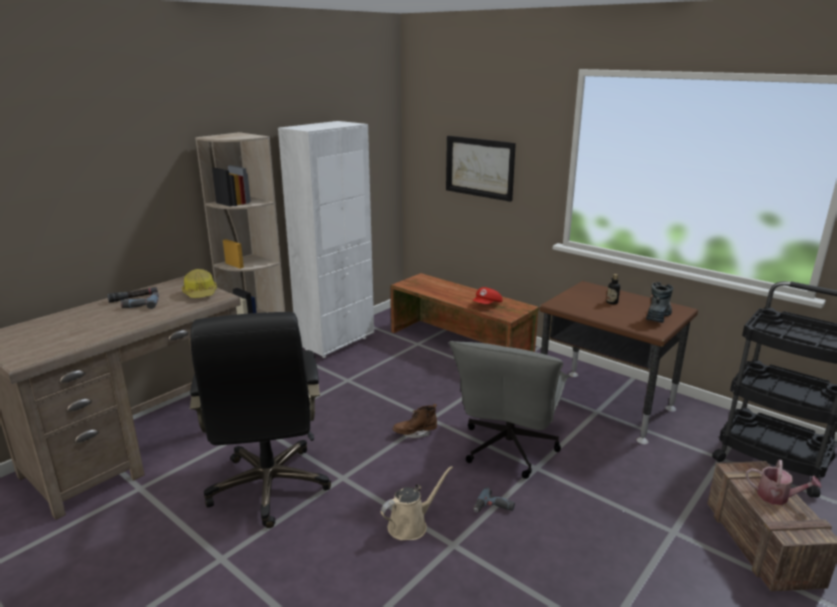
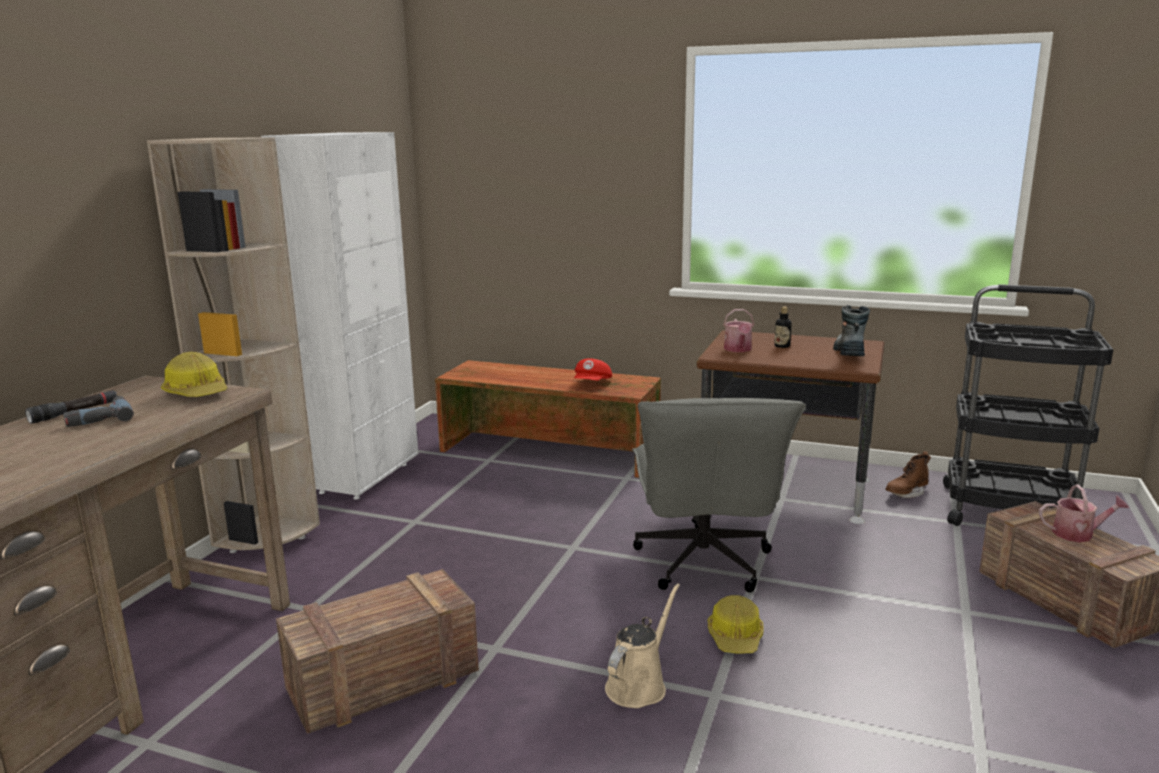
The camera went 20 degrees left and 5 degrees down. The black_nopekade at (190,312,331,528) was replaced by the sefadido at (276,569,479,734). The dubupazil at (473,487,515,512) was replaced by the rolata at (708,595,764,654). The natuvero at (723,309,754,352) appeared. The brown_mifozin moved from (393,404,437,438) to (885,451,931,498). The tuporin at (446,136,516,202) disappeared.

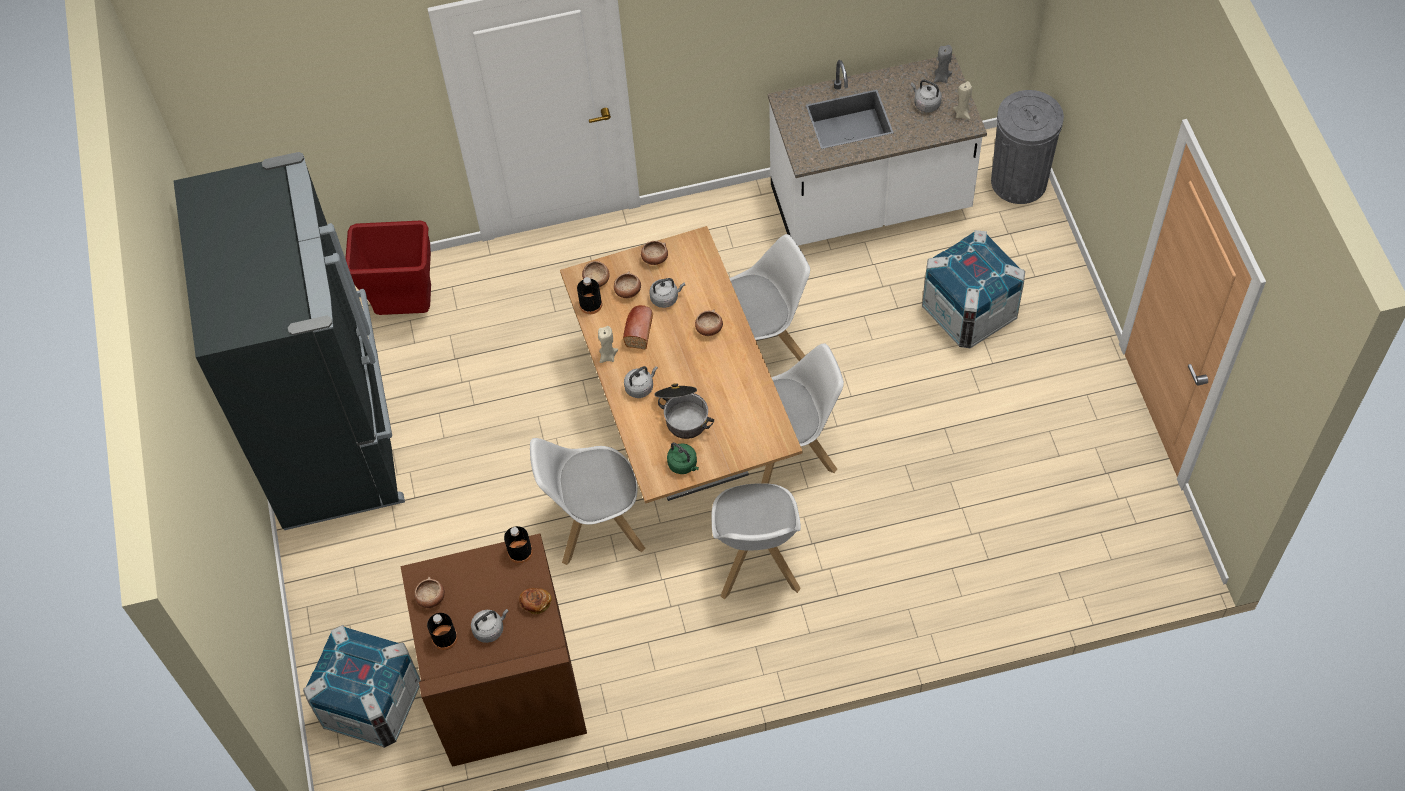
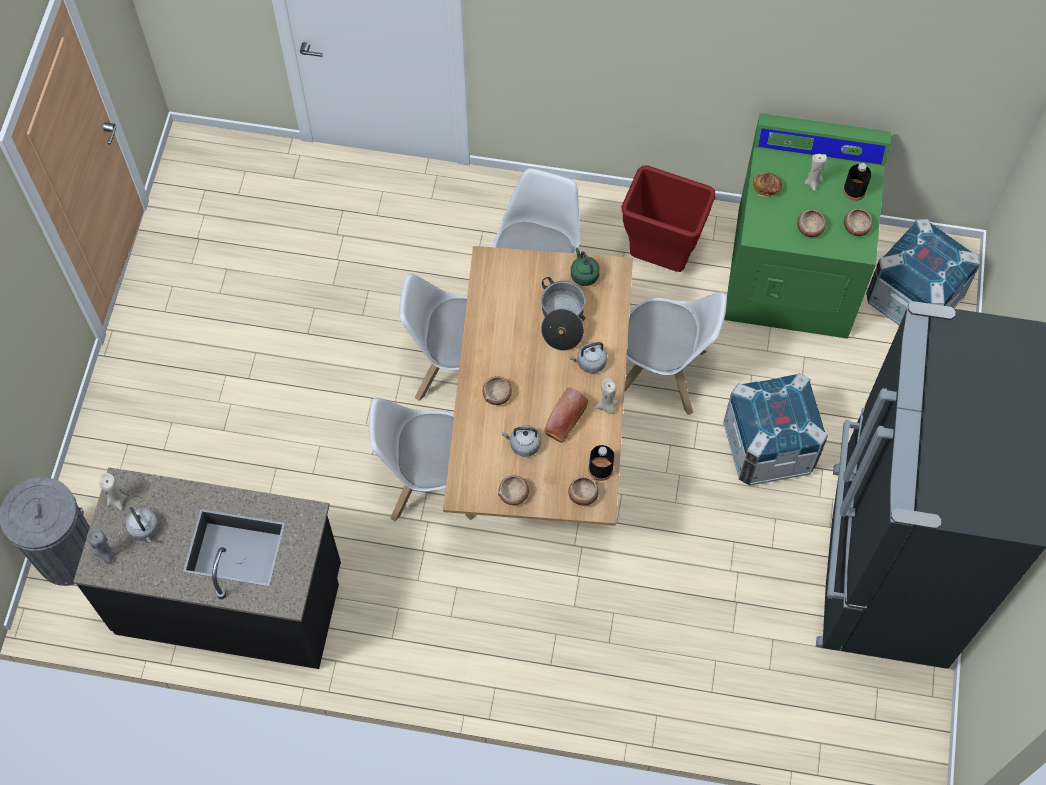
The camera went 160 degrees left and 5 degrees up. The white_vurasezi at (768,54,987,246) became the black_vurasezi at (73,467,341,669). The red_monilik moved from (345,220,431,315) to (622,165,716,272). The sefadido moved from (922,230,1025,348) to (723,373,828,486). The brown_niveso at (400,533,587,767) became the green_niveso at (724,113,891,339). The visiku moved from (614,271,641,298) to (797,210,826,237). The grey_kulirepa at (471,609,509,643) was replaced by the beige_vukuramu at (804,154,827,192). The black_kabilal at (504,526,533,563) disappeared.

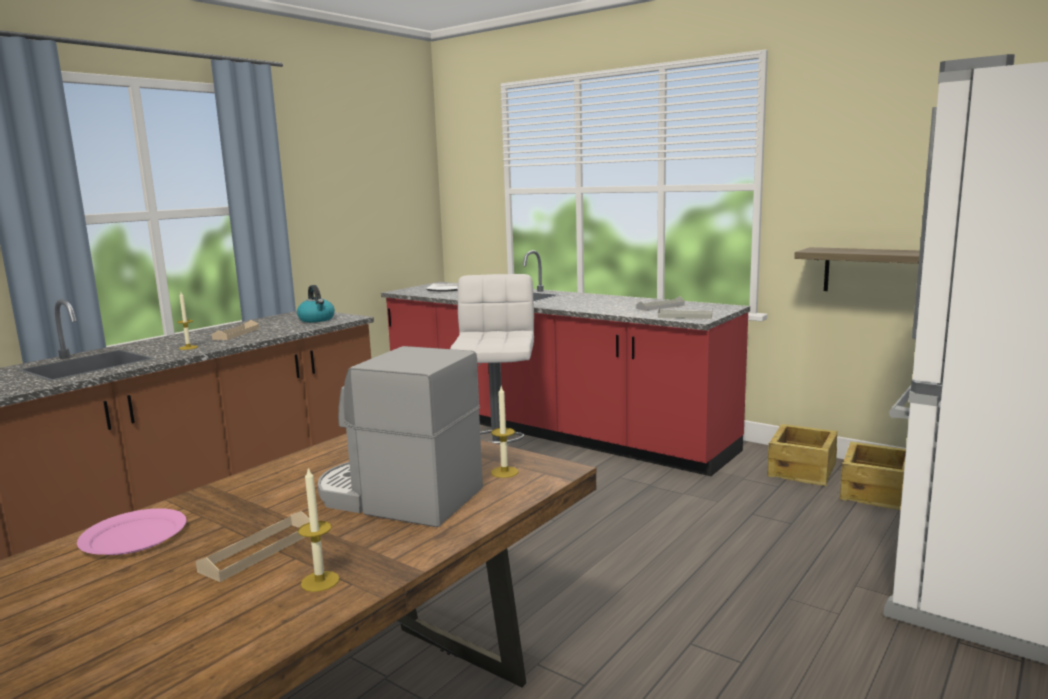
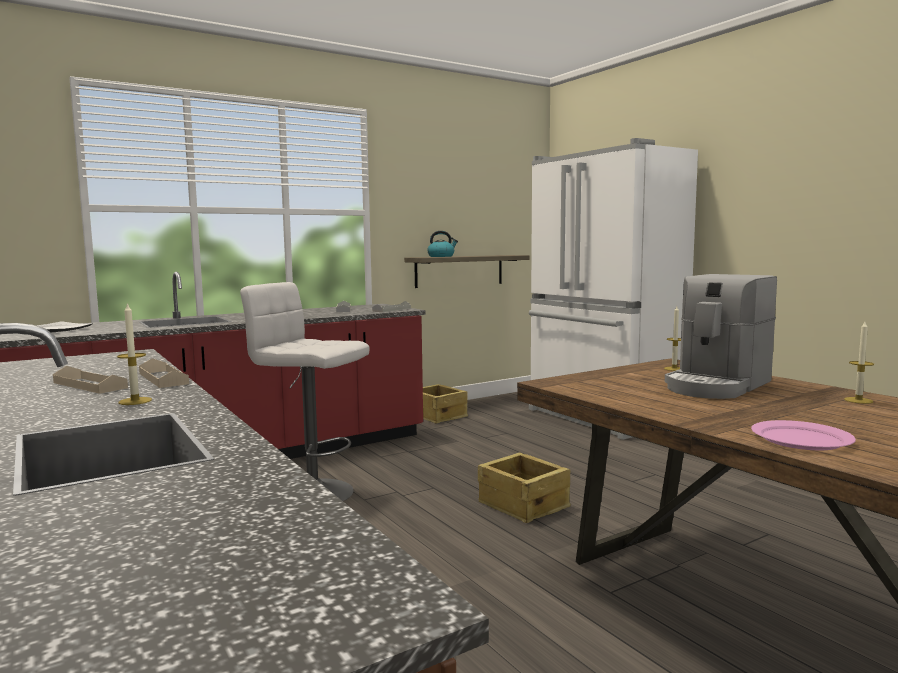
The camera went 70 degrees left and 5 degrees down. The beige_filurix moved from (196,511,310,582) to (139,358,189,388). The kulirepa moved from (297,285,335,322) to (427,231,458,257). The sefadido moved from (840,442,906,510) to (478,453,571,523).

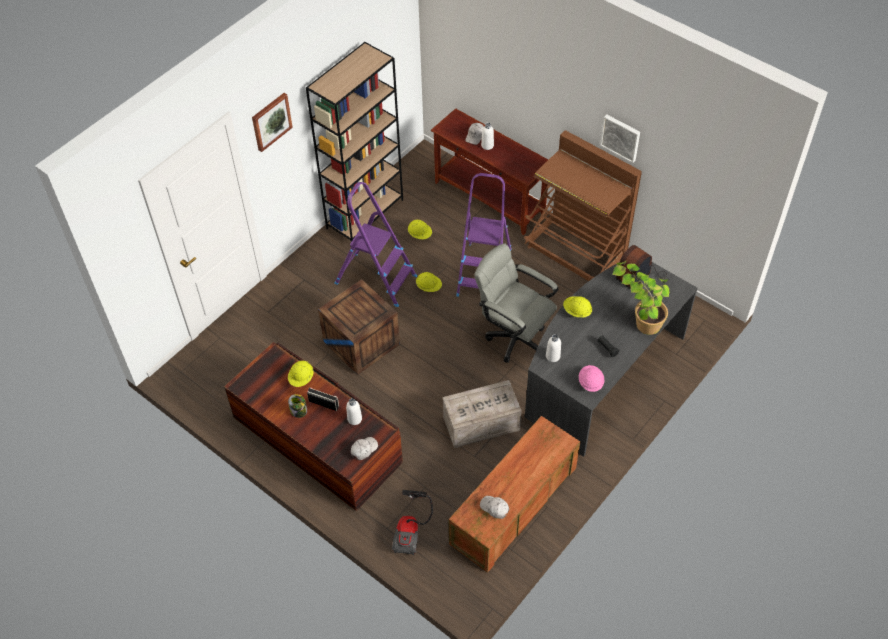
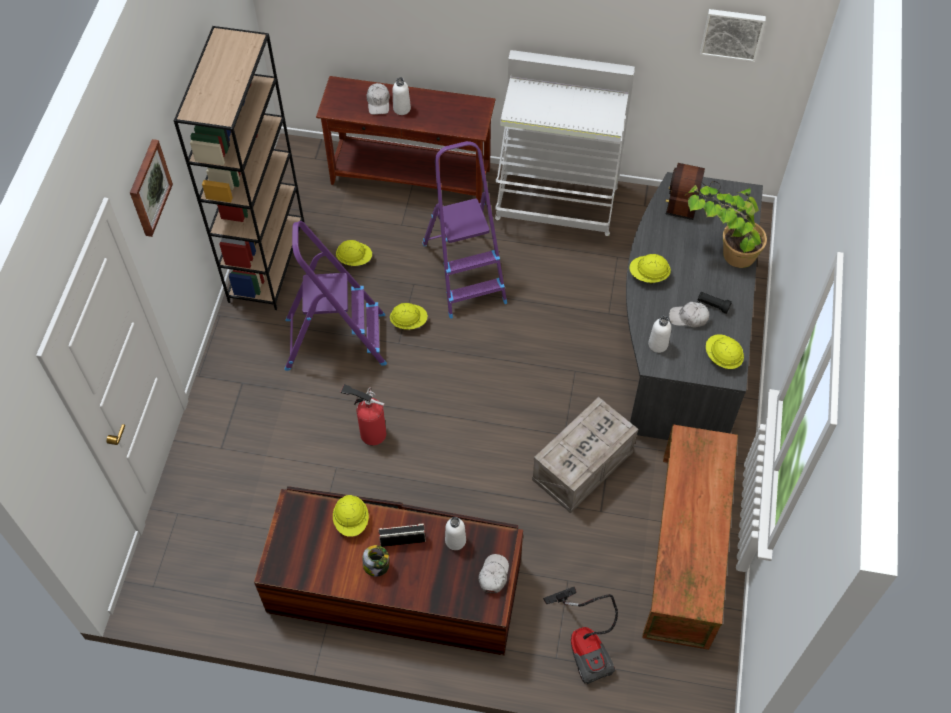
The camera went 30 degrees left and 5 degrees up. The sefadido at (318,279,400,375) was replaced by the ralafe at (341,384,387,445). The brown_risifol at (524,130,642,281) became the white_risifol at (495,50,635,236). The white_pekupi moved from (480,496,509,519) to (669,302,709,328). The tuporin moved from (600,115,640,163) to (700,9,766,62). The pink_rolata at (579,365,604,392) became the yellow_rolata at (706,334,744,369). The grey_nopekade at (474,243,558,363) disappeared.

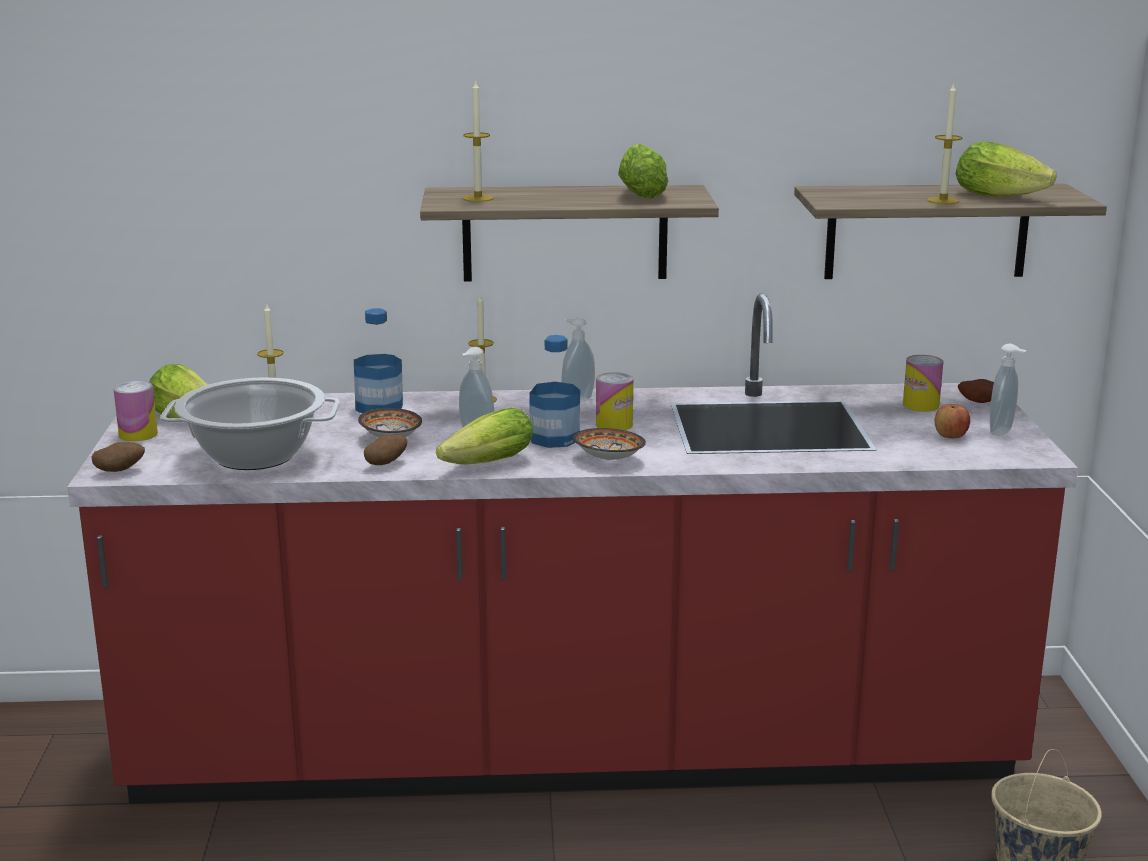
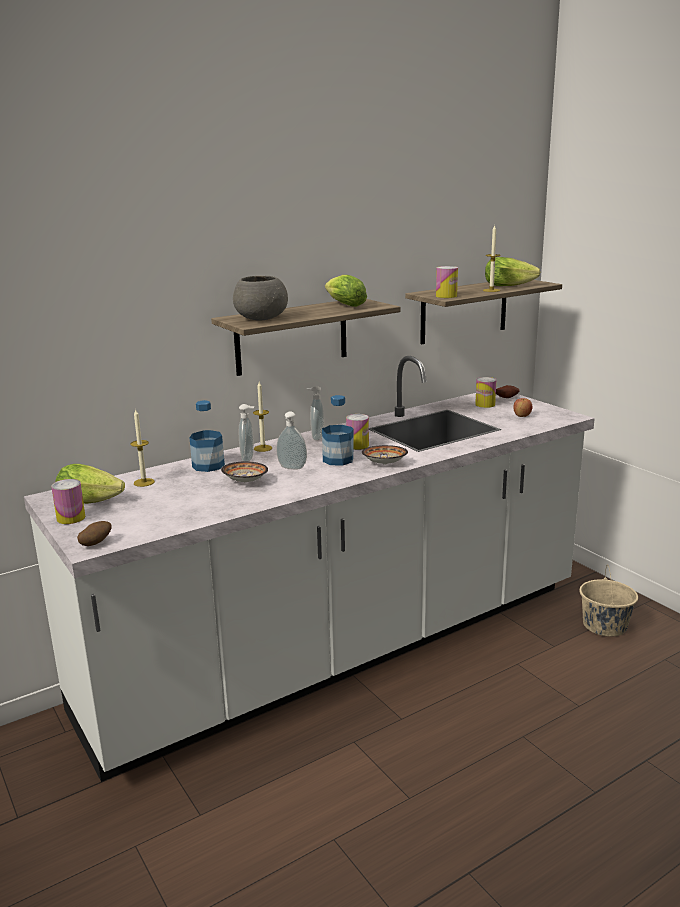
The camera went 30 degrees left and 0 degrees up. The red_vurasezi at (67,294,1078,803) became the white_vurasezi at (24,356,595,782). The vukuramu at (463,79,494,202) was replaced by the grey_visiku at (233,276,288,321). The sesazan moved from (990,344,1027,436) to (238,404,254,462). The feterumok at (436,266,458,298) appeared. The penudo at (160,377,340,470) disappeared. The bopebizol at (364,434,407,465) disappeared. The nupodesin at (436,407,533,465) disappeared.

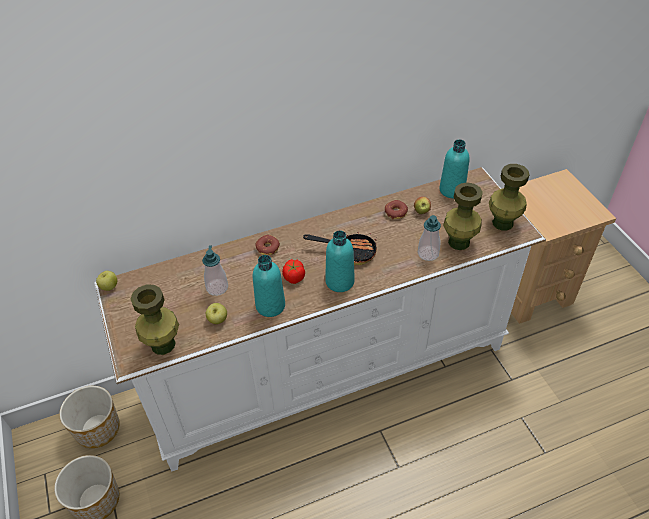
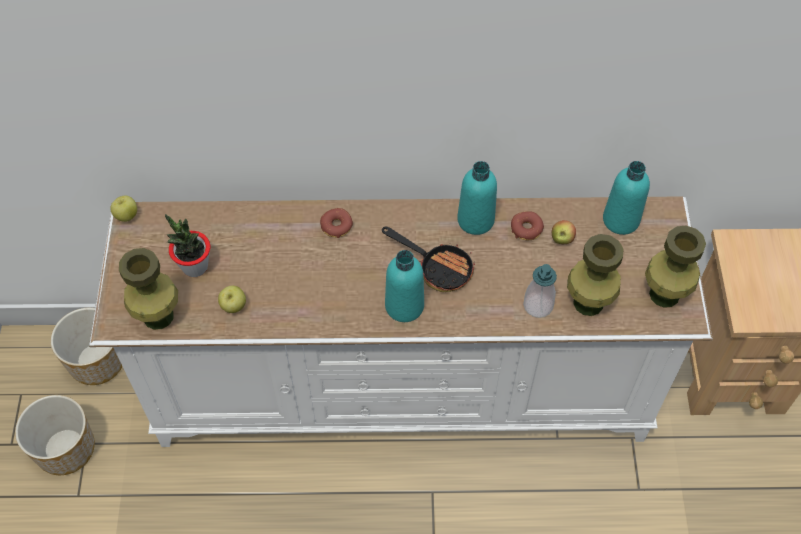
The camera went 20 degrees right and 10 degrees up. The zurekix at (165,214,210,277) appeared. The turquoise_kabilal moved from (253,255,285,317) to (457,161,497,235). The sesazan at (202,245,228,296) disappeared. The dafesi at (282,259,305,284) disappeared.

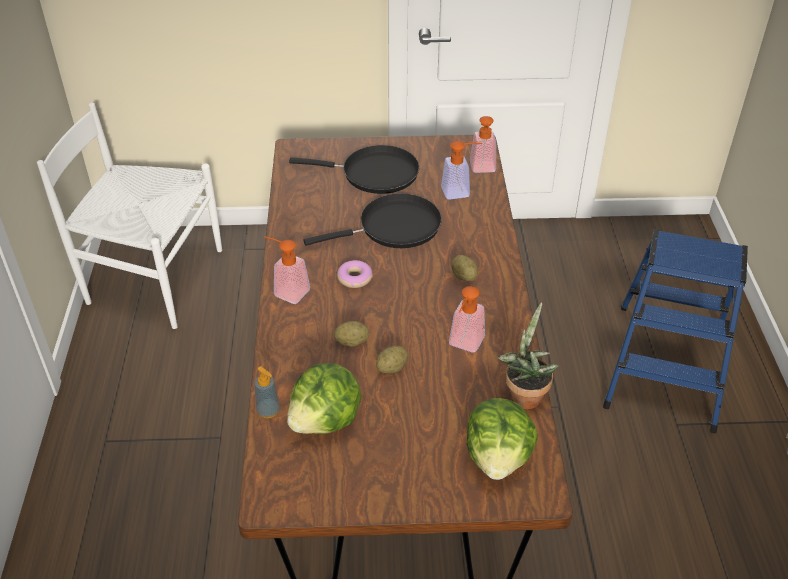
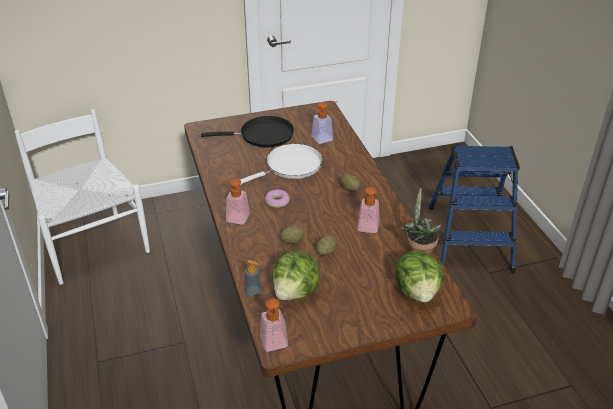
The camera went 15 degrees left and 5 degrees down. The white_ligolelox at (37,103,222,329) turned 60 degrees clockwise. The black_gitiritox at (304,193,442,248) became the white_gitiritox at (240,144,323,185). The sesazan moved from (470,116,496,173) to (260,298,288,352).

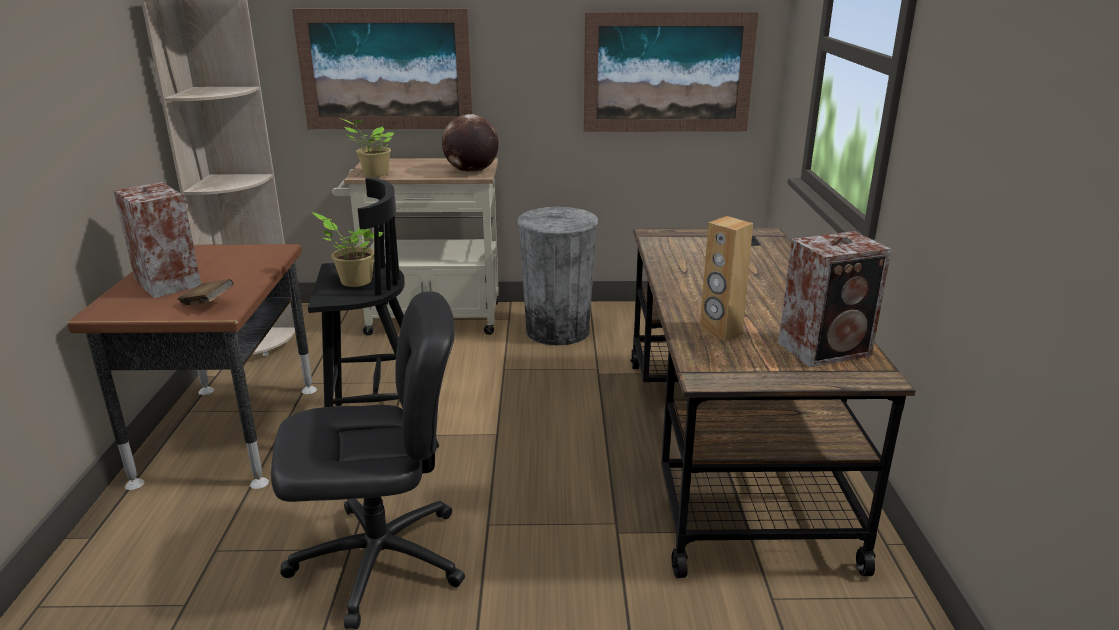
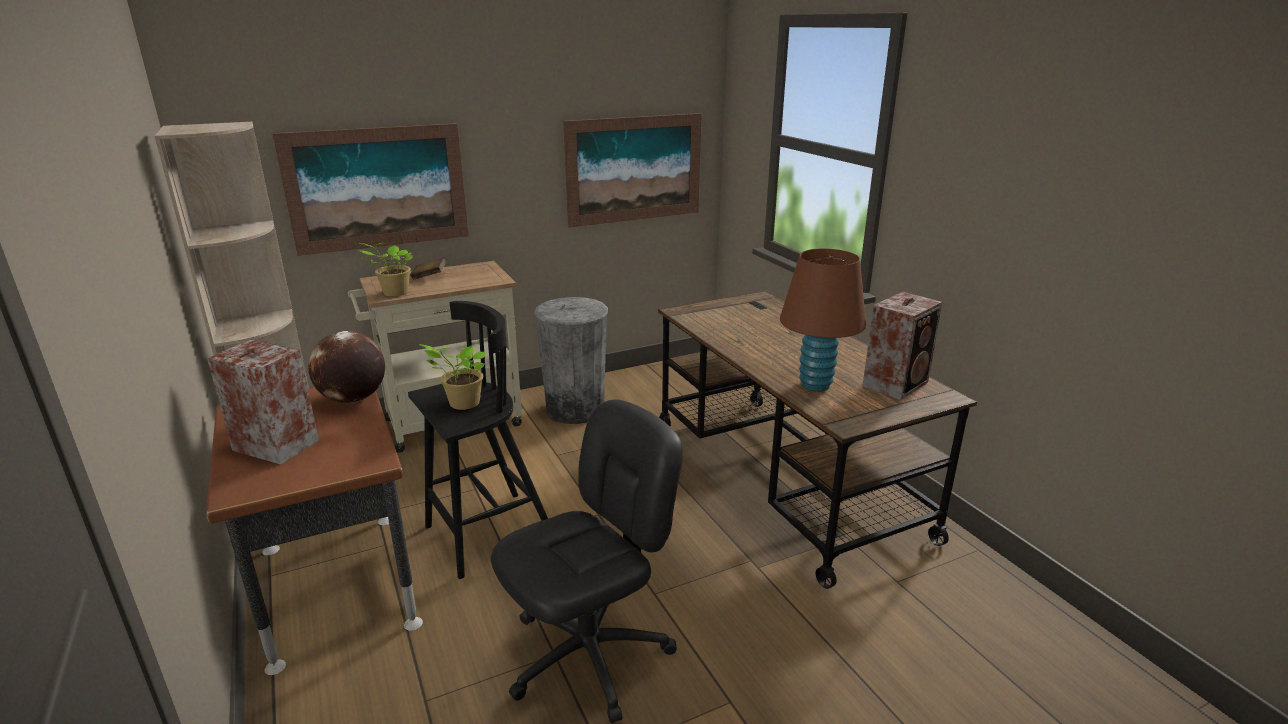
The camera went 25 degrees left and 0 degrees up. The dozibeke moved from (442,114,499,173) to (308,331,385,403). The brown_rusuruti moved from (177,279,234,306) to (410,257,446,280). The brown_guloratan at (700,216,753,341) was replaced by the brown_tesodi at (780,249,866,392).

